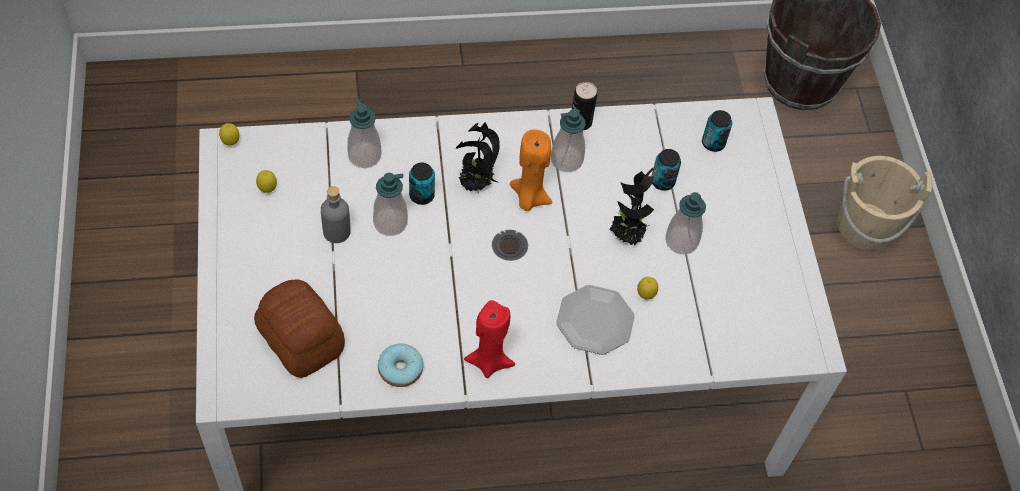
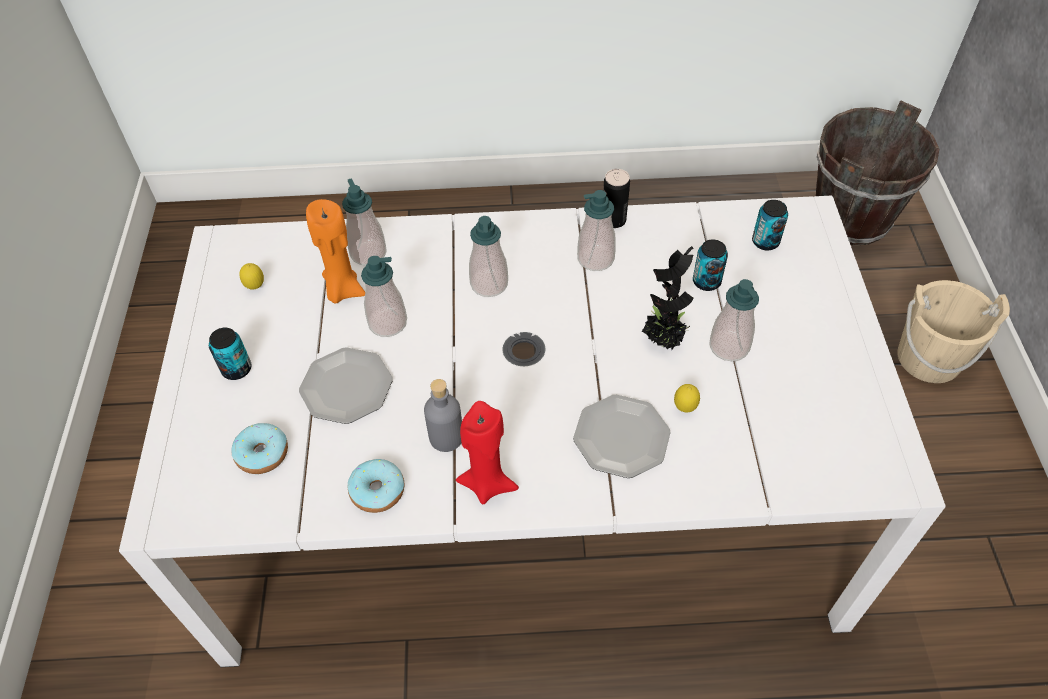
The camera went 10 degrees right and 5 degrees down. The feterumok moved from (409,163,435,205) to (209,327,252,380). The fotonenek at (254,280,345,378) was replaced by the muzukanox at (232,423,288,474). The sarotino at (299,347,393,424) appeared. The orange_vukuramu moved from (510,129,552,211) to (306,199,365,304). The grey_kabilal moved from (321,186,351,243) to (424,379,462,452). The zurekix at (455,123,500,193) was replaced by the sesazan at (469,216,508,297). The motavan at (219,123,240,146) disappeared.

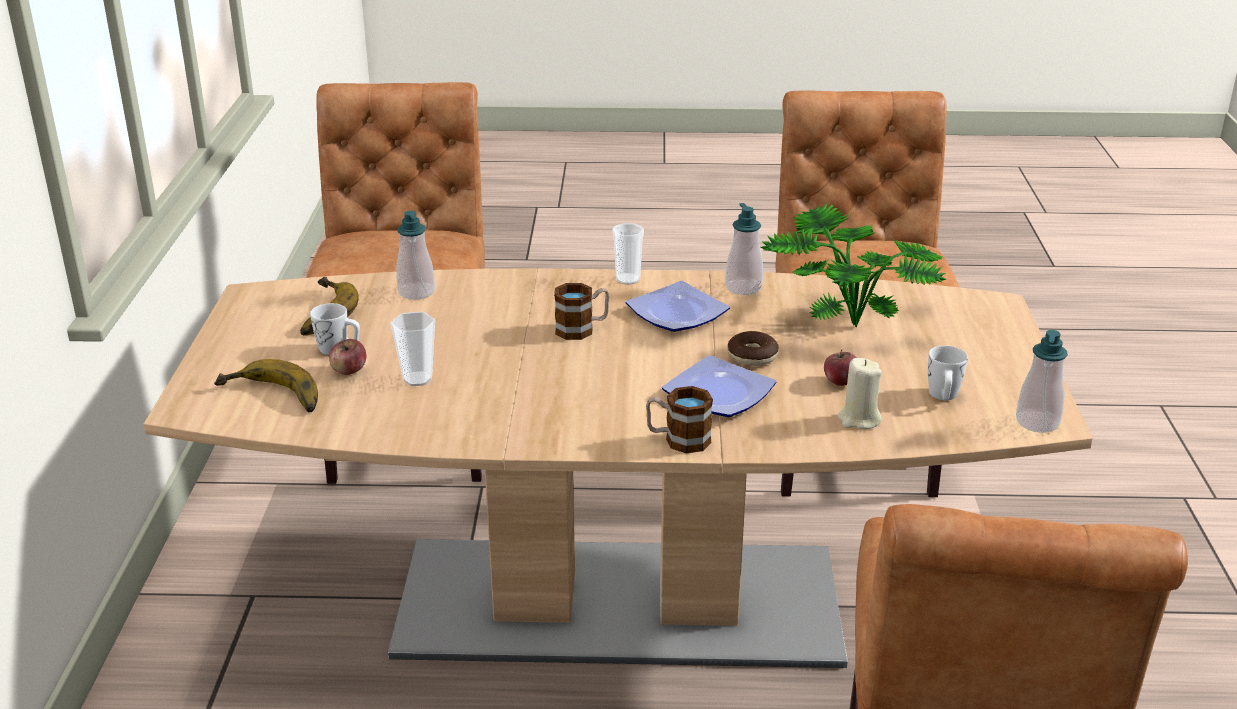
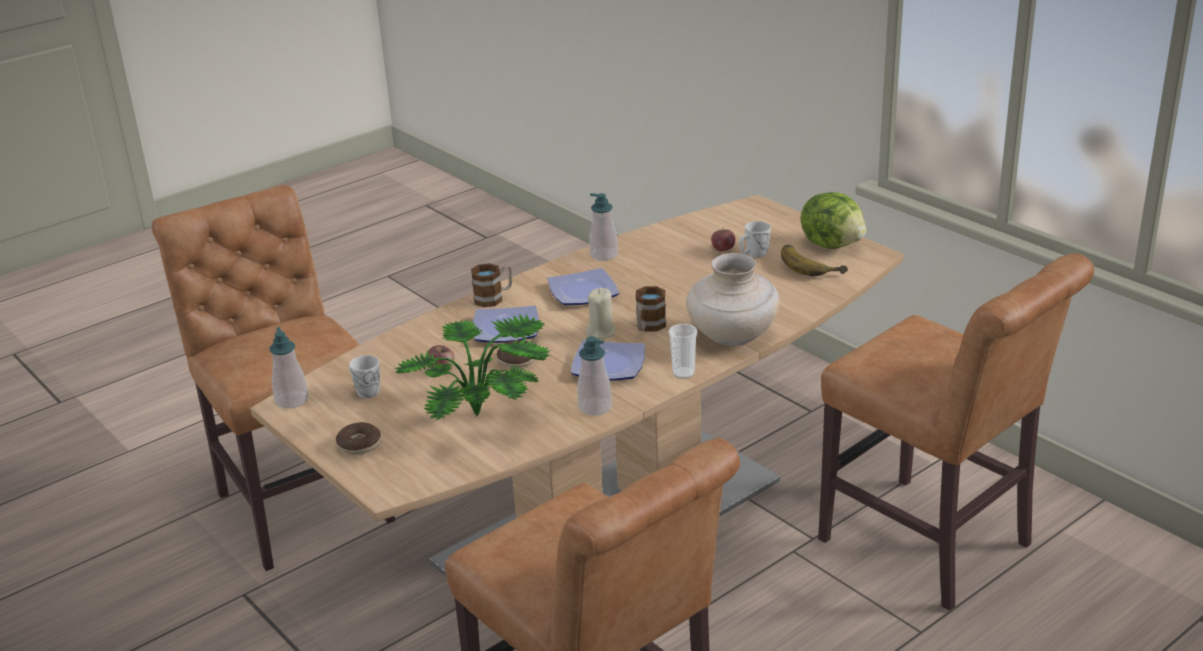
The camera went 140 degrees right and 0 degrees up. The muzukanox at (336,422,381,455) appeared. The sarotino at (548,268,619,305) appeared. The beige_vukuramu moved from (838,358,882,429) to (586,288,615,339). The sesazan moved from (396,211,435,300) to (589,193,618,261). The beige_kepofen at (686,253,780,346) appeared. The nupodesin at (801,192,866,249) appeared. The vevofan at (214,359,318,413) disappeared. The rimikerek at (391,312,435,386) disappeared.

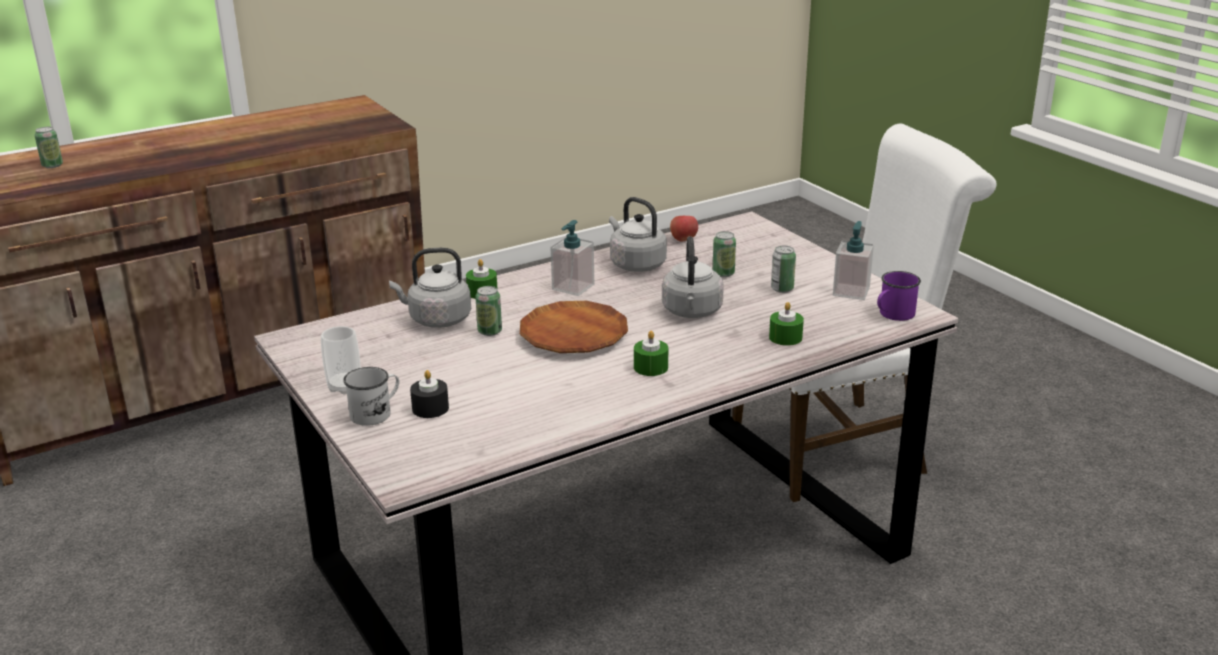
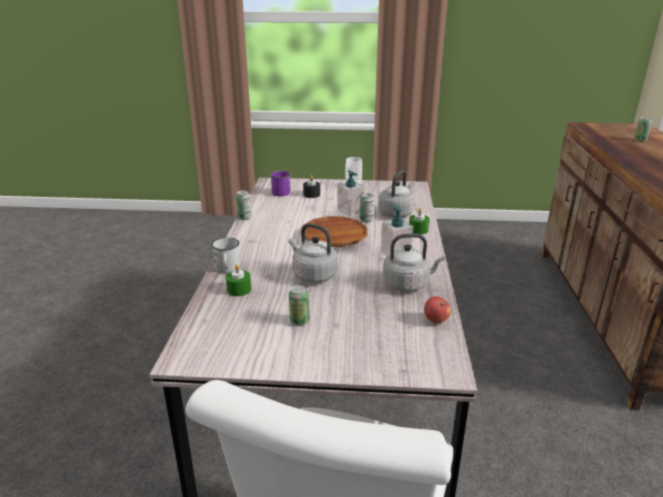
The camera went 125 degrees right and 0 degrees up. The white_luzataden moved from (343,367,399,426) to (212,237,240,273). The feterumok moved from (713,231,736,277) to (236,191,252,220). The purple_luzataden moved from (877,271,921,321) to (270,171,291,196). The sesazan moved from (833,221,874,300) to (337,170,364,217). The green_vukuramu at (634,331,668,376) disappeared.

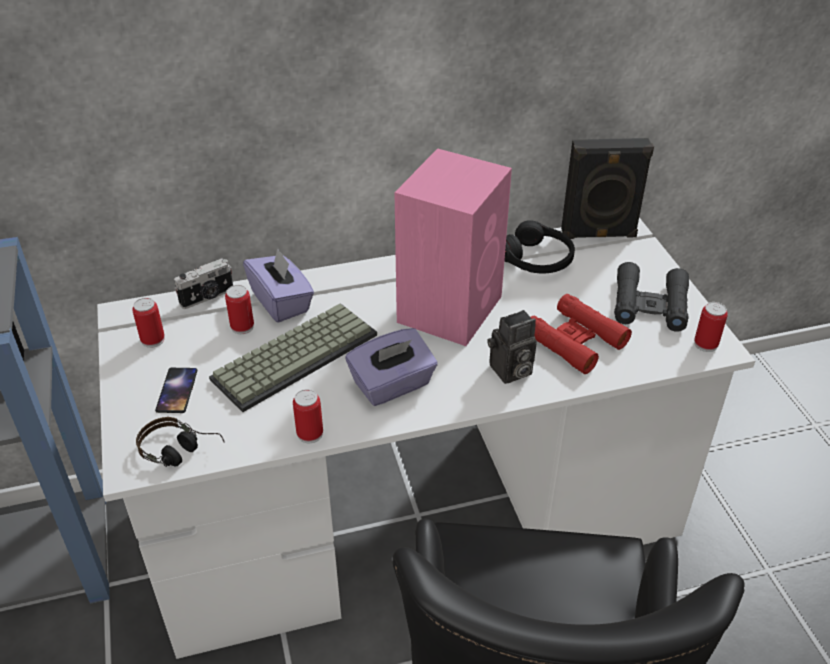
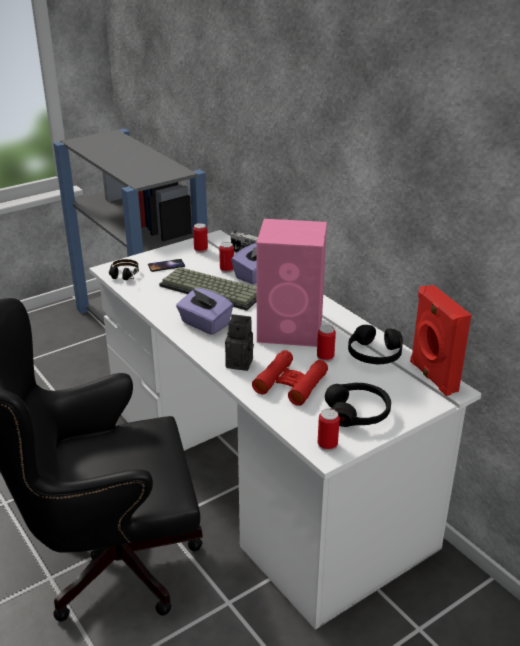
The camera went 70 degrees right and 10 degrees down. The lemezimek at (487,310,537,384) turned 150 degrees clockwise. The feterumok moved from (293,389,323,443) to (317,325,336,362). The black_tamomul at (614,262,689,332) was replaced by the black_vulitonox at (325,383,391,427). The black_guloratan at (561,138,654,239) became the red_guloratan at (410,285,471,396).

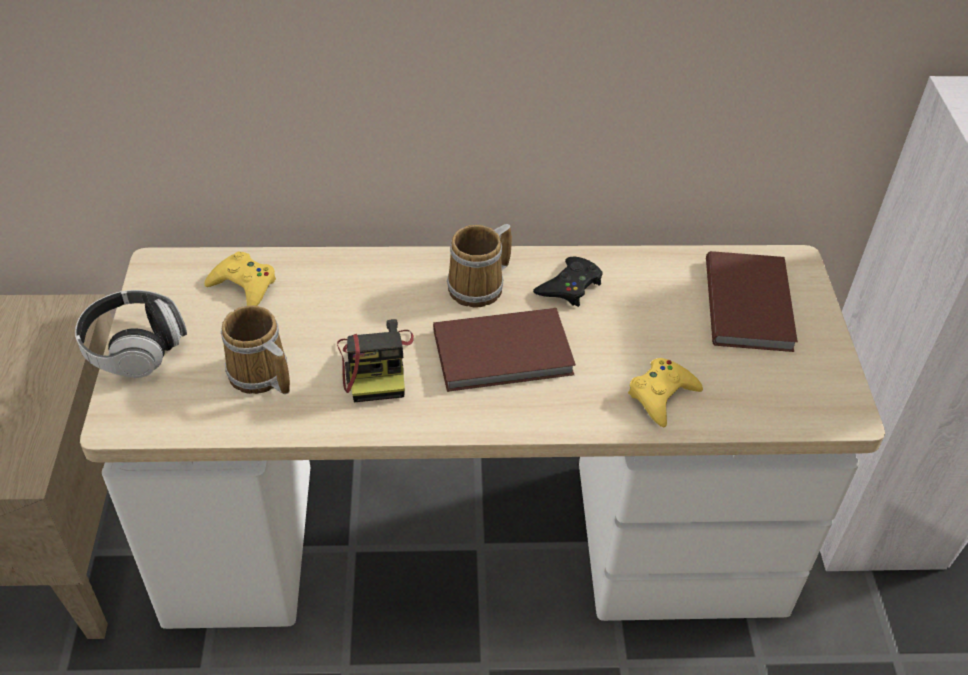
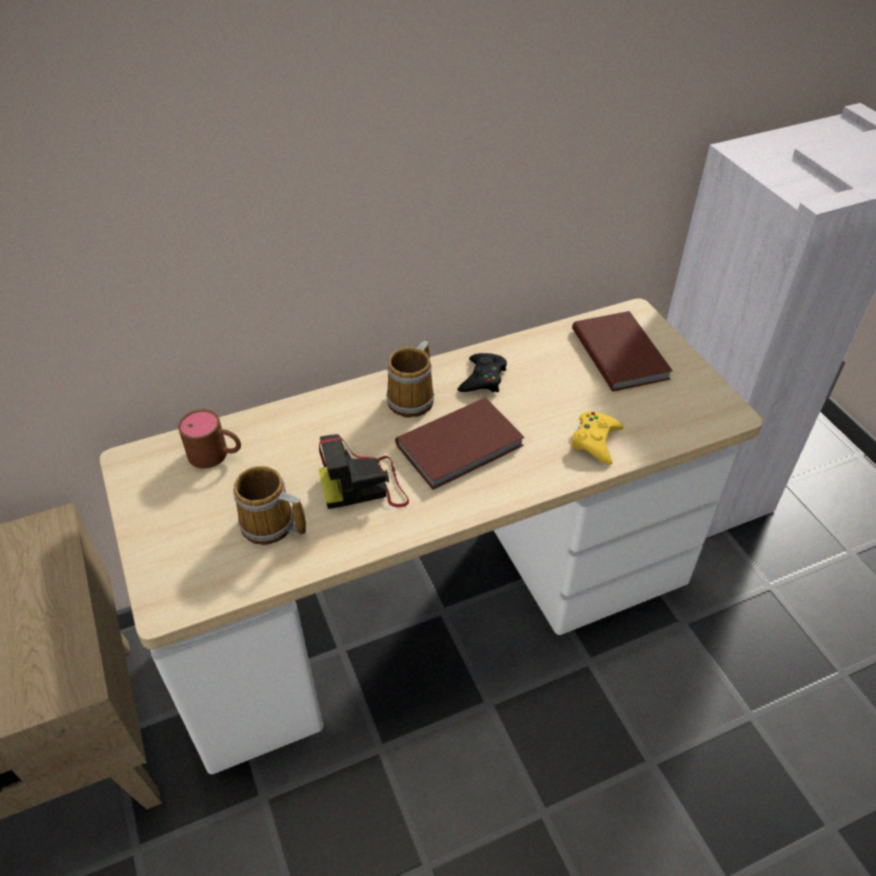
The camera went 20 degrees left and 0 degrees up. The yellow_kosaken at (205,252,276,306) was replaced by the brown_luzataden at (178,409,241,469). The lemezimek at (337,319,414,402) turned 105 degrees clockwise. The vulitonox at (75,290,187,378) disappeared.

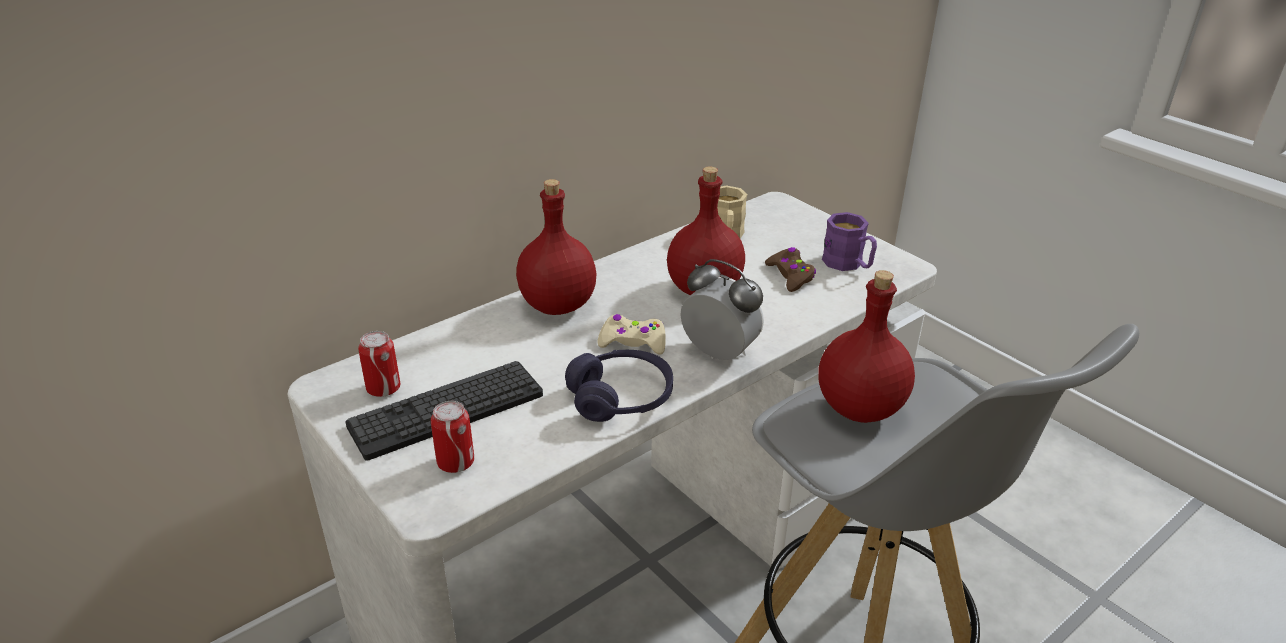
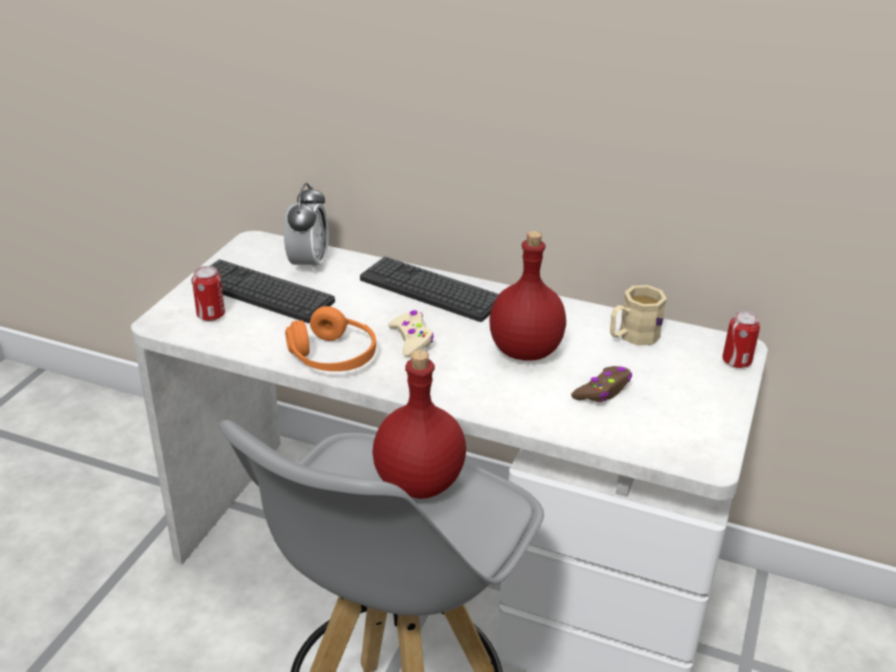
The camera went 60 degrees right and 0 degrees up. The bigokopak moved from (680,259,764,360) to (284,183,329,274). The purple_vulitonox at (565,350,673,422) became the orange_vulitonox at (285,306,376,371). The red_kabilal at (516,179,596,315) was replaced by the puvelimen at (360,257,499,322). The feterumok moved from (358,331,401,397) to (722,311,760,368). The purple_luzataden at (822,212,877,271) disappeared.

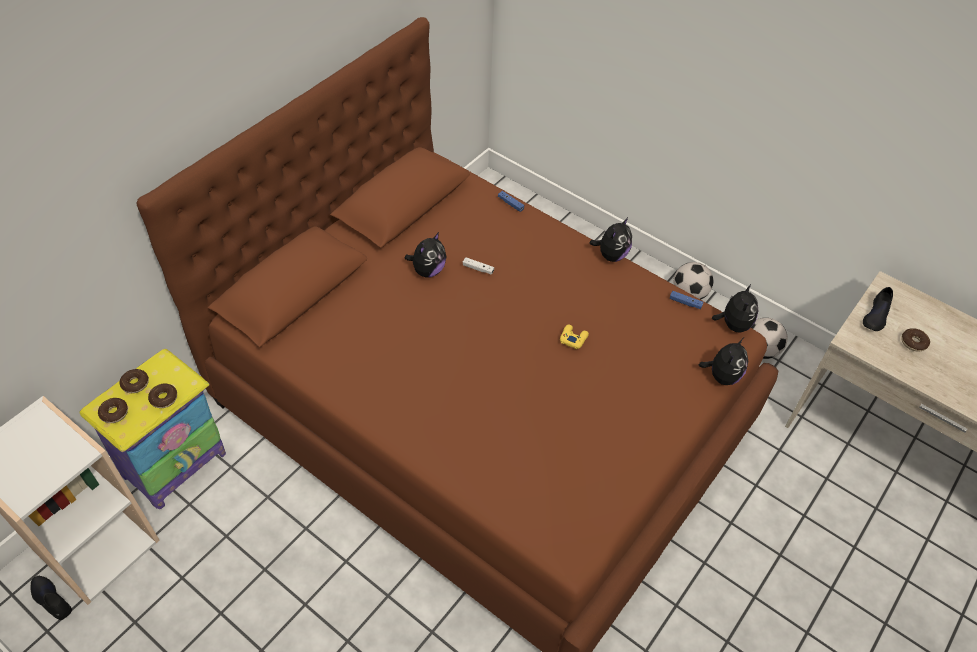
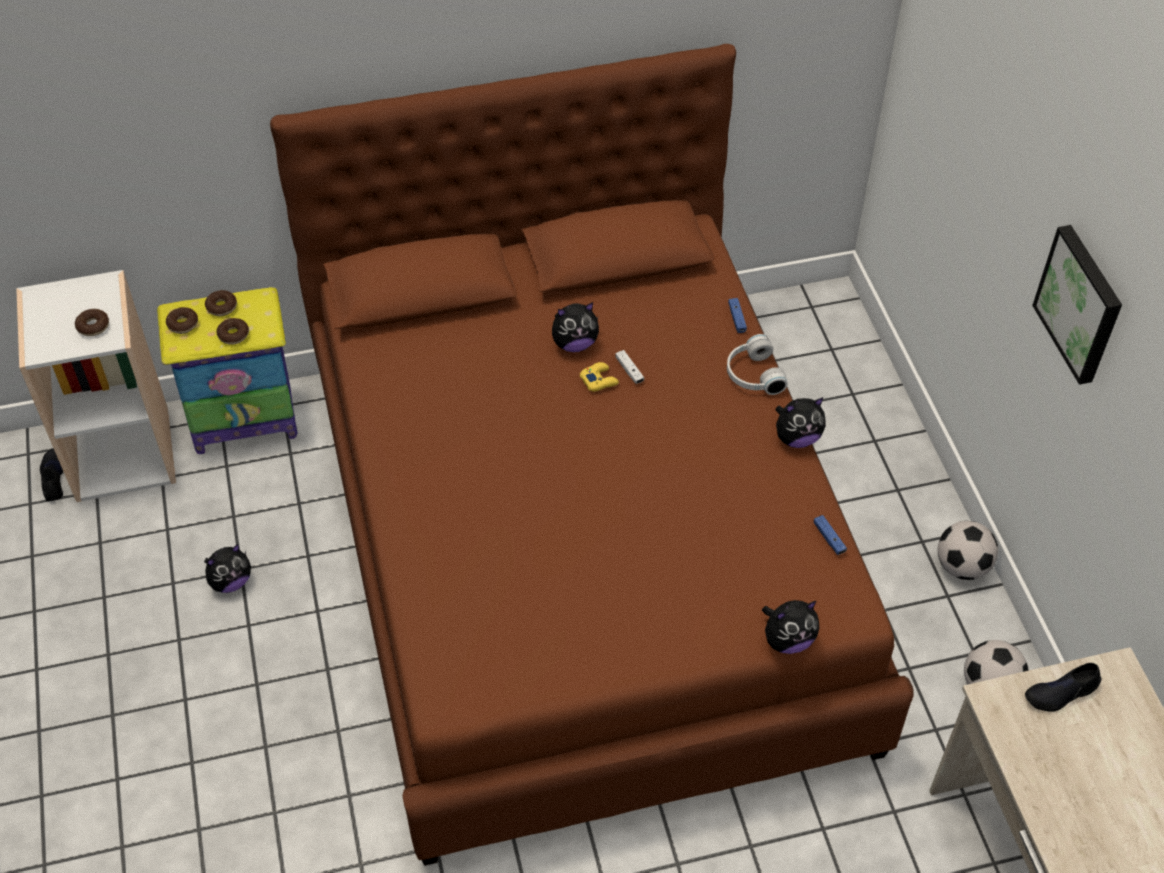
The camera went 40 degrees right and 0 degrees up. The muzukanox moved from (901,328,930,352) to (75,309,109,336). The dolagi moved from (712,284,758,332) to (204,544,251,593). The yellow_kosaken moved from (560,325,589,349) to (580,362,619,392). The white_vulitonox at (727,334,788,395) appeared. The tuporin at (1032,225,1122,385) appeared.

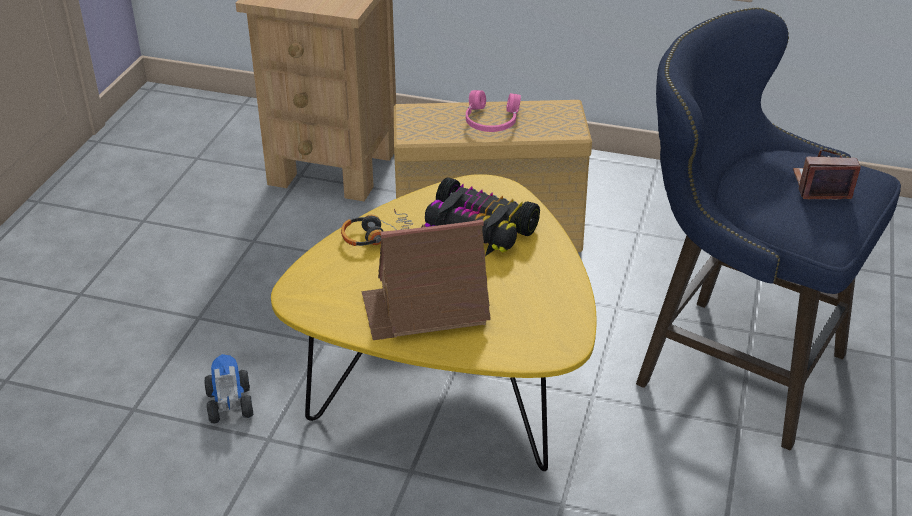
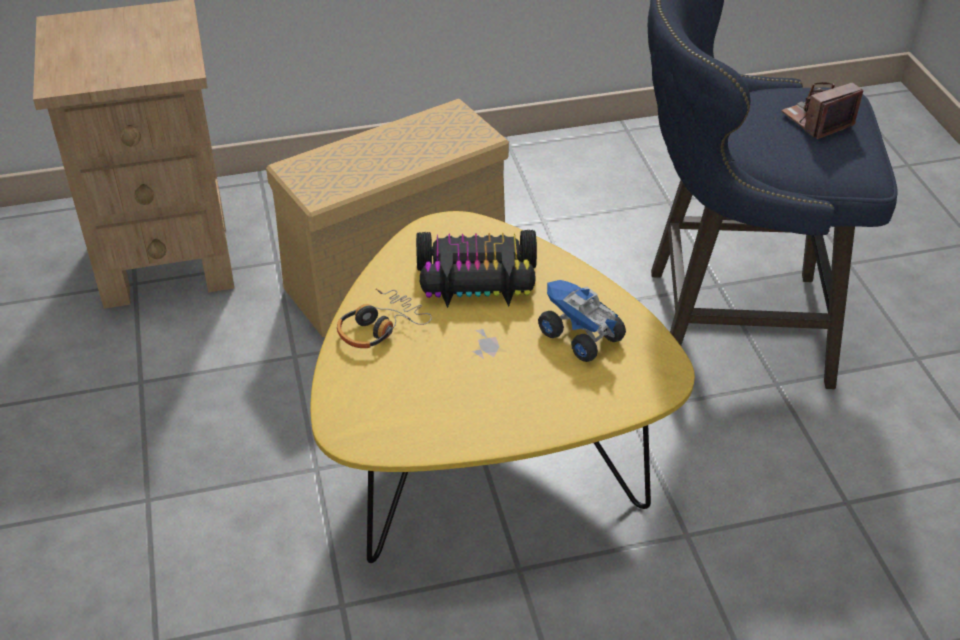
The camera went 30 degrees left and 5 degrees up. The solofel moved from (205,354,253,423) to (538,280,626,362). The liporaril at (362,219,491,340) disappeared. The pink_vulitonox at (466,90,521,132) disappeared.

